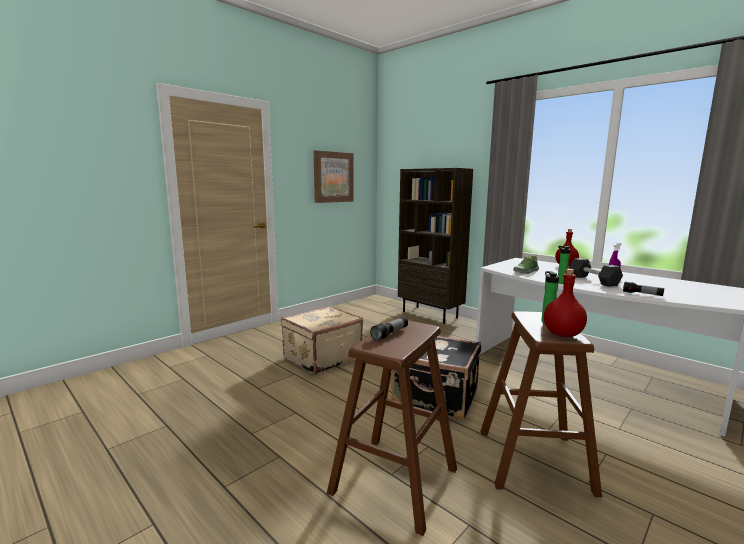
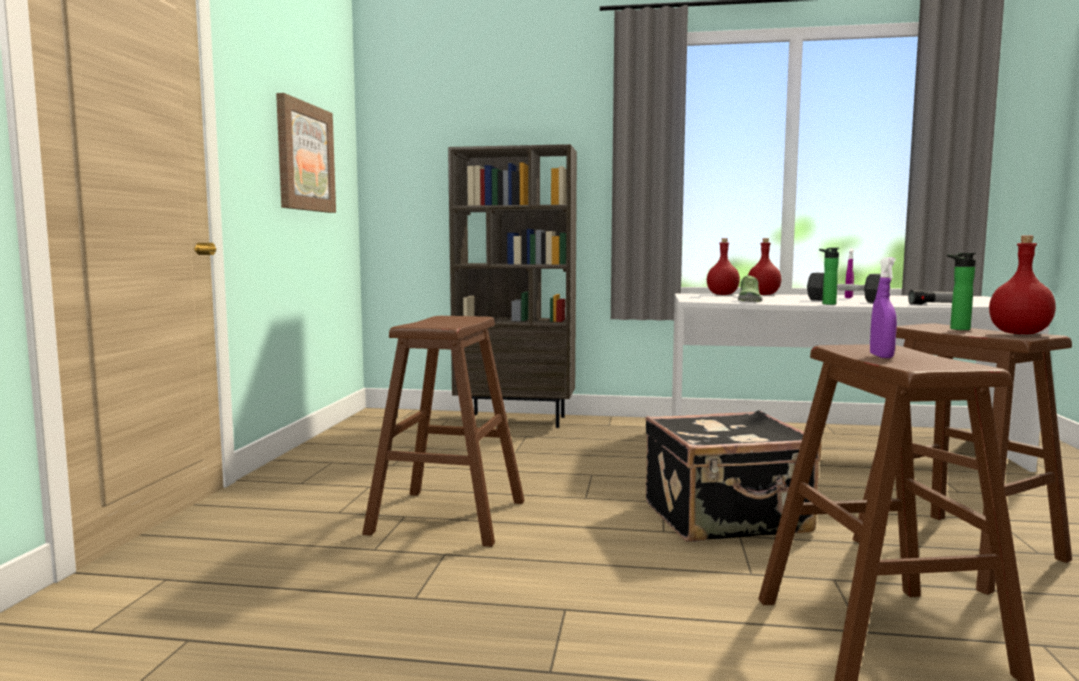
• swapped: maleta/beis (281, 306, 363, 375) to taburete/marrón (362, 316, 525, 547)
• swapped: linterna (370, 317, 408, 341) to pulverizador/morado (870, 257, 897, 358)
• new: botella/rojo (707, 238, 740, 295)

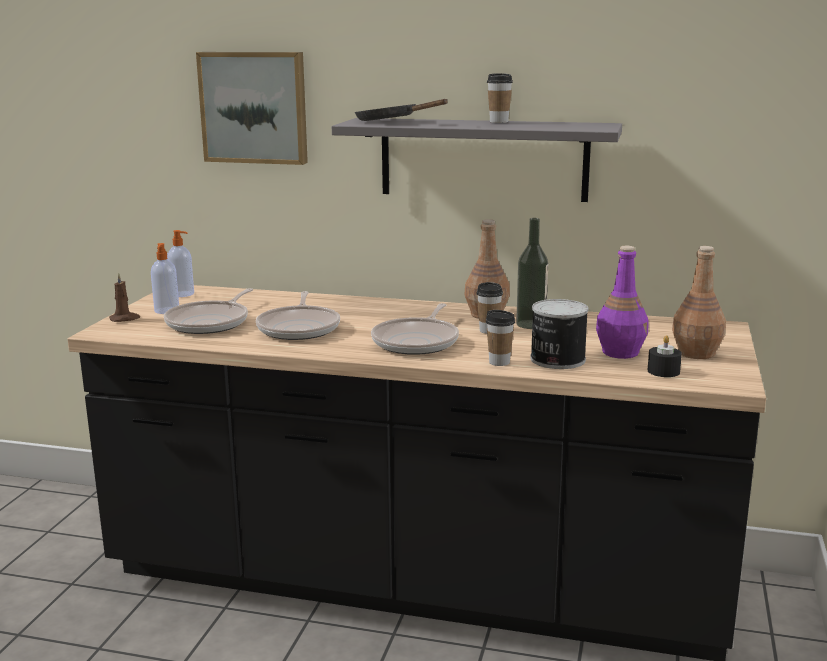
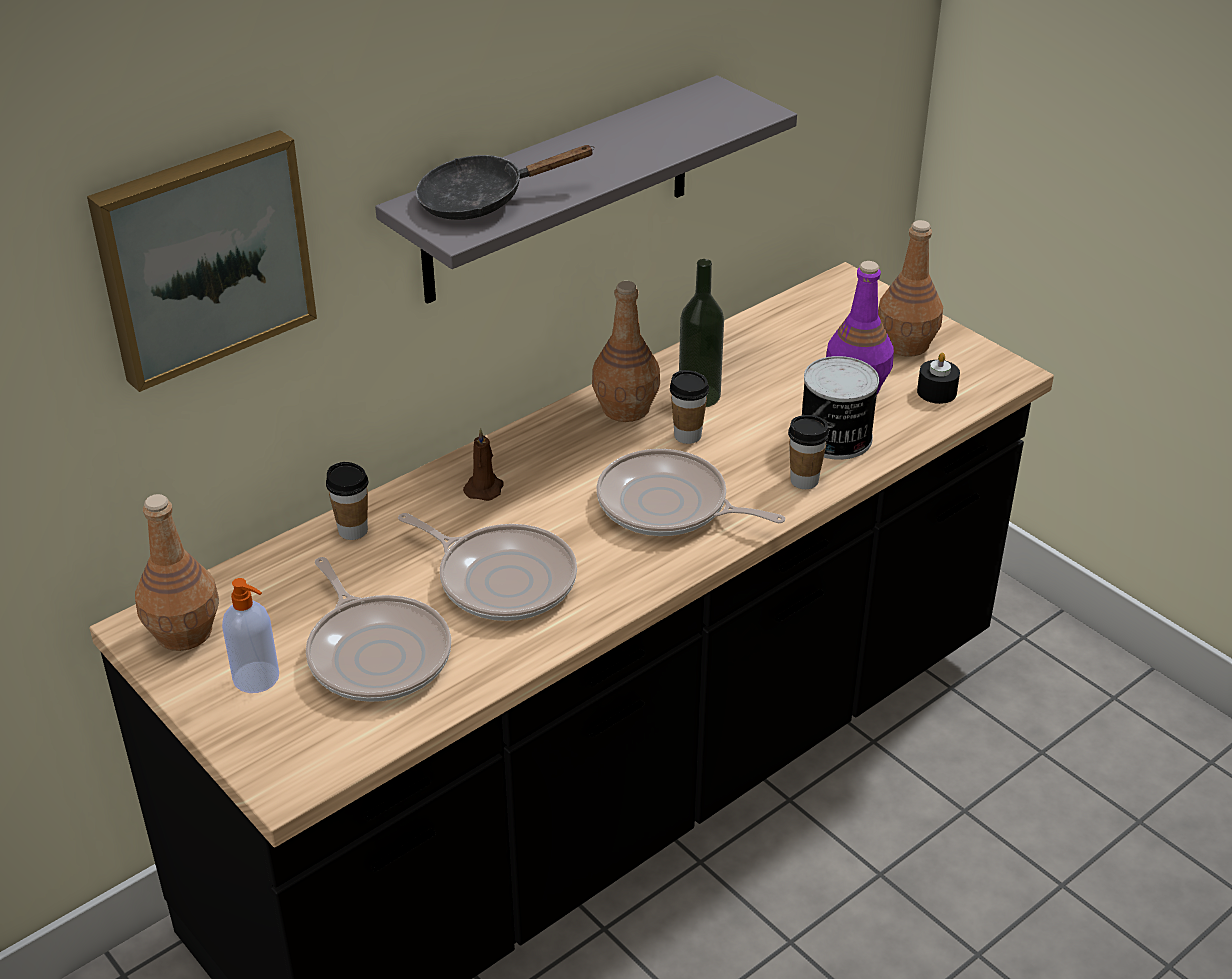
• shifted: vela/marrón (109, 273, 140, 322) to (463, 428, 504, 501)
• swapped: dispensador de jabón (167, 230, 194, 297) to botella/marrón (135, 494, 219, 651)
• rotated: sartén (371, 303, 459, 355) = (597, 449, 785, 536) 150 degrees clockwise
• shifted: taza (487, 73, 513, 123) to (326, 462, 368, 540)

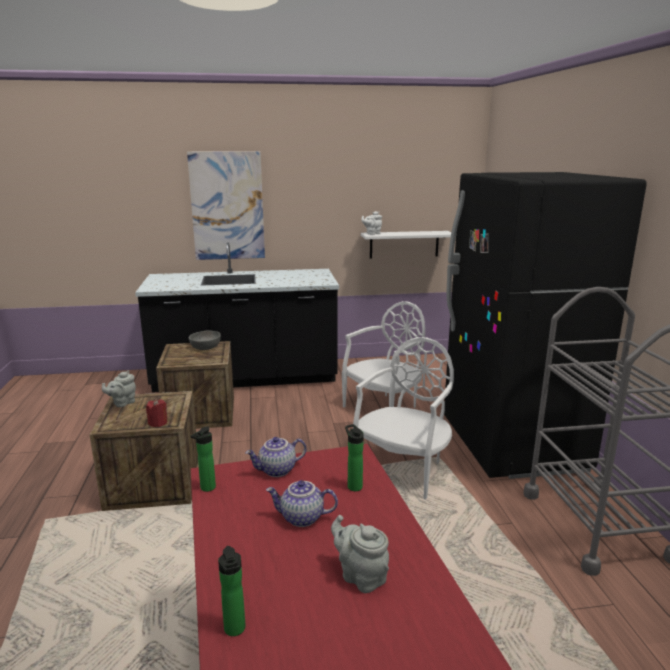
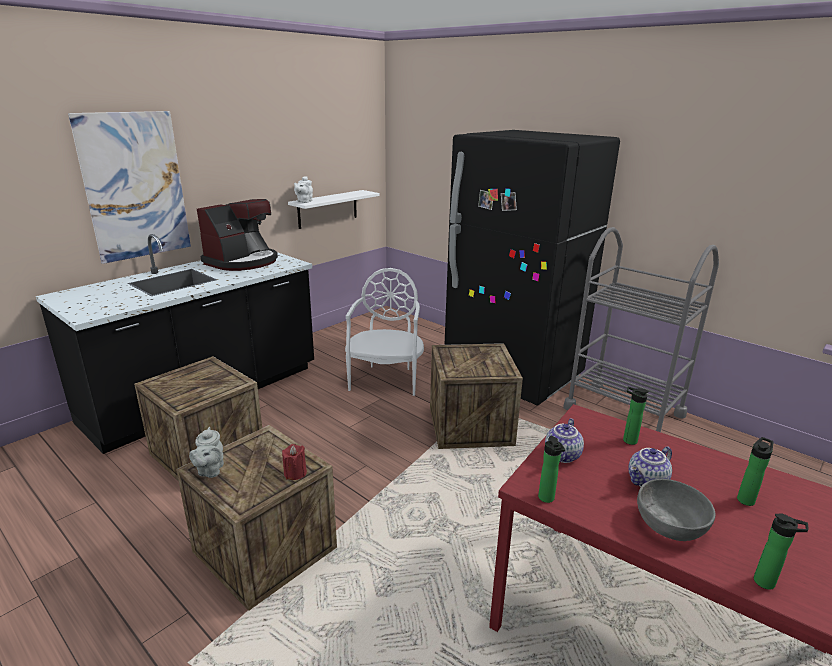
• shifted: cuenco/gris (189, 331, 221, 350) to (637, 479, 716, 541)
• swapped: tetera/gris (331, 515, 389, 593) to botella (737, 437, 773, 506)
• swapped: silla/blanco (353, 337, 454, 500) to caja de embalaje (430, 343, 523, 449)
• new: cafetera (197, 199, 278, 271)

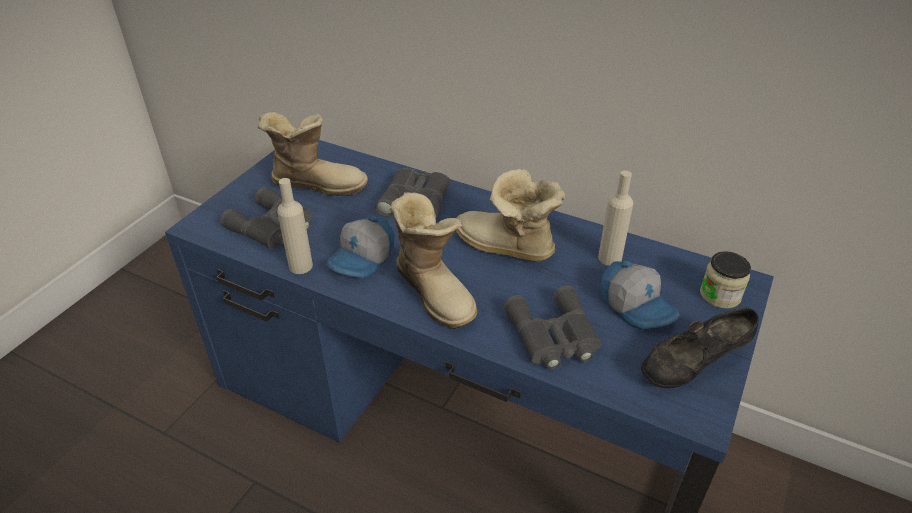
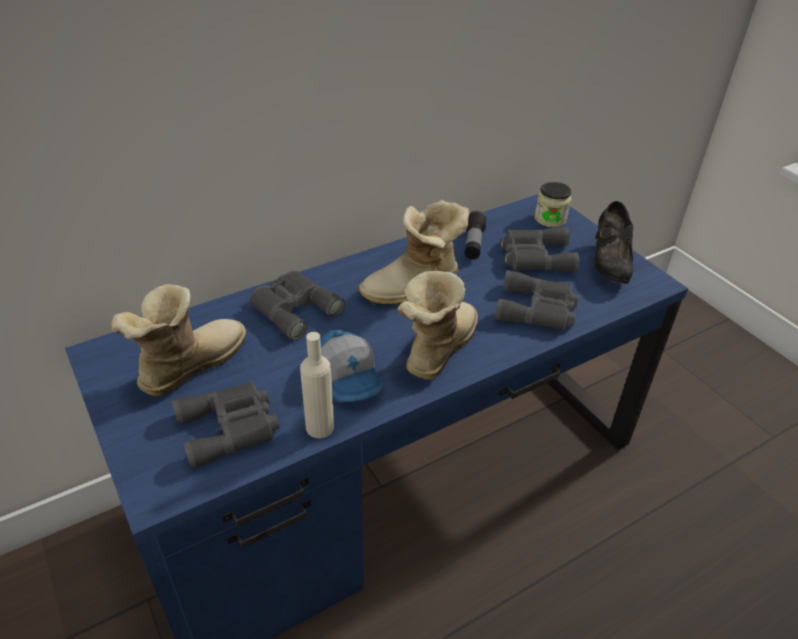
• rotated: bota (390, 192, 477, 329) = (397, 271, 478, 380) 60 degrees counterclockwise
• swapped: botella/beis (598, 170, 633, 266) to linterna (465, 211, 487, 259)
• swapped: gorra (601, 261, 680, 330) to prismáticos/gris (500, 227, 580, 272)

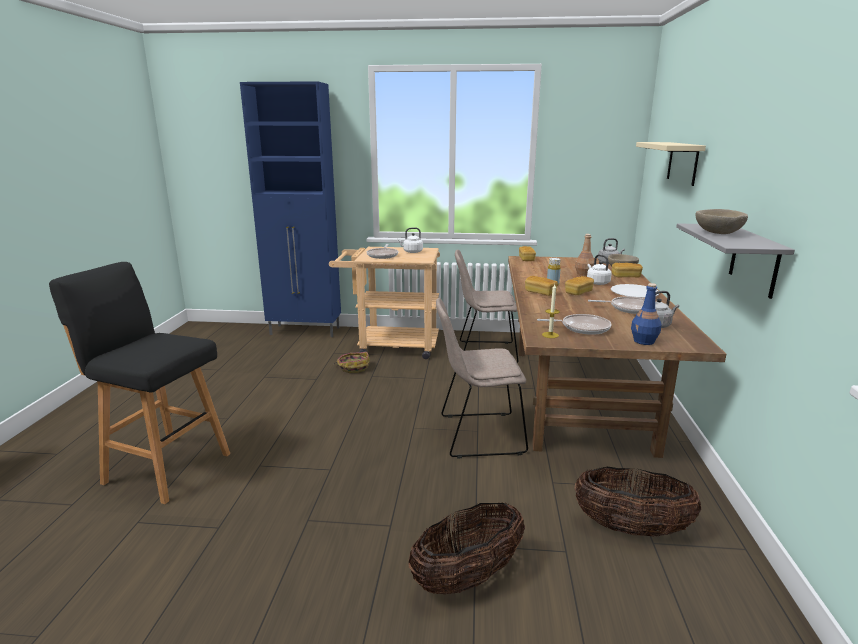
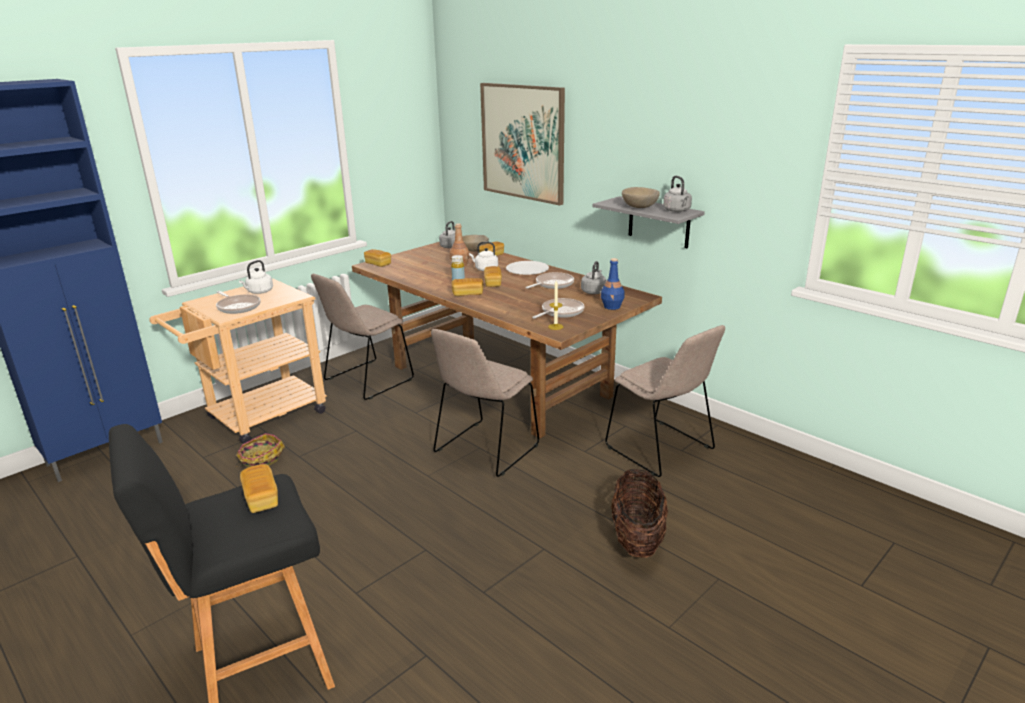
• swapped: cesta (575, 467, 701, 537) to silla/beis (605, 325, 725, 477)
• swapped: estante/beis (636, 142, 706, 186) to cuadro (480, 83, 565, 206)
• new: pan (240, 464, 278, 513)
• new: hervidor/gris (663, 176, 692, 212)

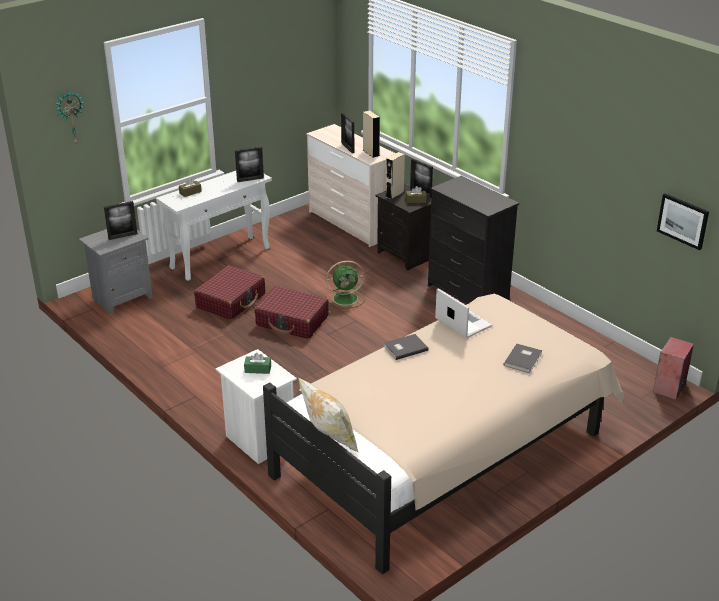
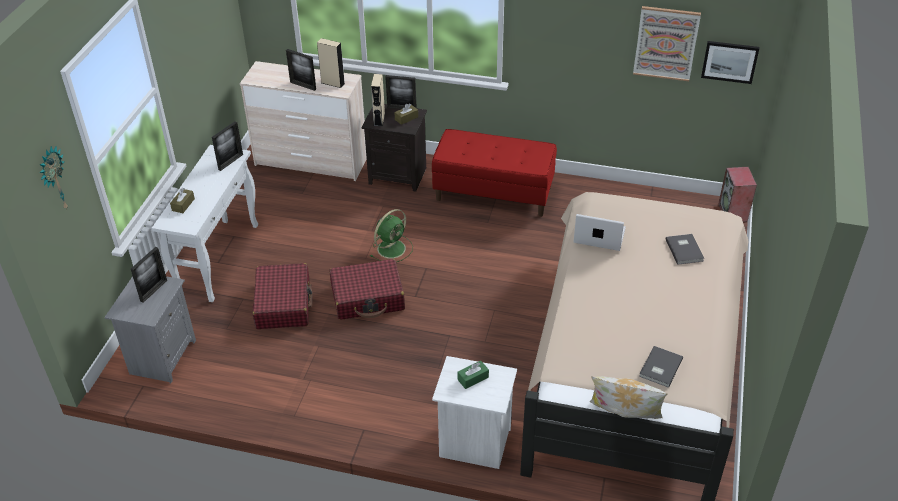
• shifted: libro/gris (383, 334, 428, 360) to (639, 346, 683, 388)
• swapped: cómoda/negro (428, 176, 519, 304) to banco/rojo (432, 129, 557, 217)
• new: cuadro (633, 6, 701, 81)

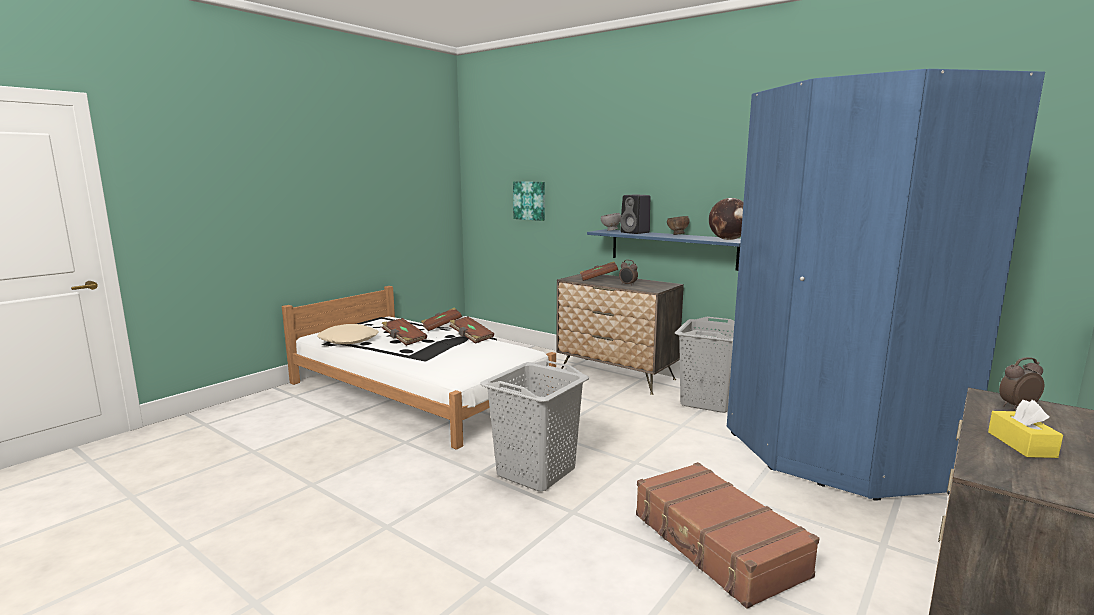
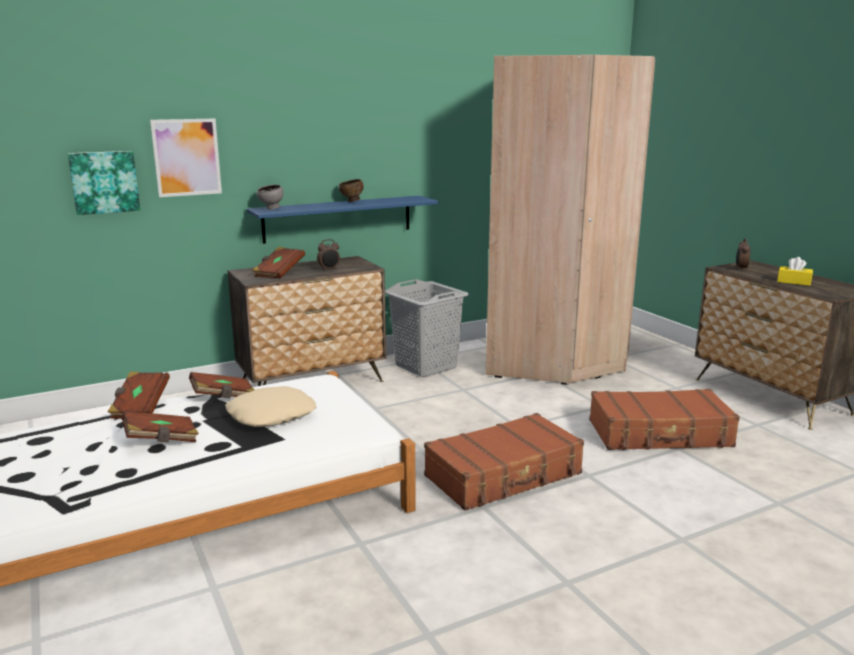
• shifted: cojín/beis (318, 324, 379, 344) to (225, 386, 317, 427)
• swapped: cesto de la ropa/gris (480, 360, 589, 491) to maleta/marrón (424, 413, 584, 511)
• gone: altavoz/negro (620, 194, 650, 234)
• gone: globo terráqueo (709, 198, 743, 240)
• repainted: armario ropero/azul (727, 69, 1045, 501) to armario ropero/beis (486, 55, 656, 385)
• new: cuadro (150, 119, 222, 197)

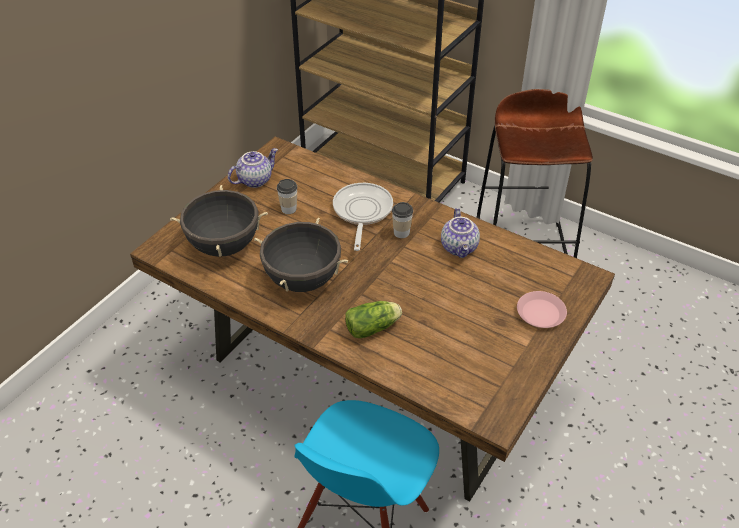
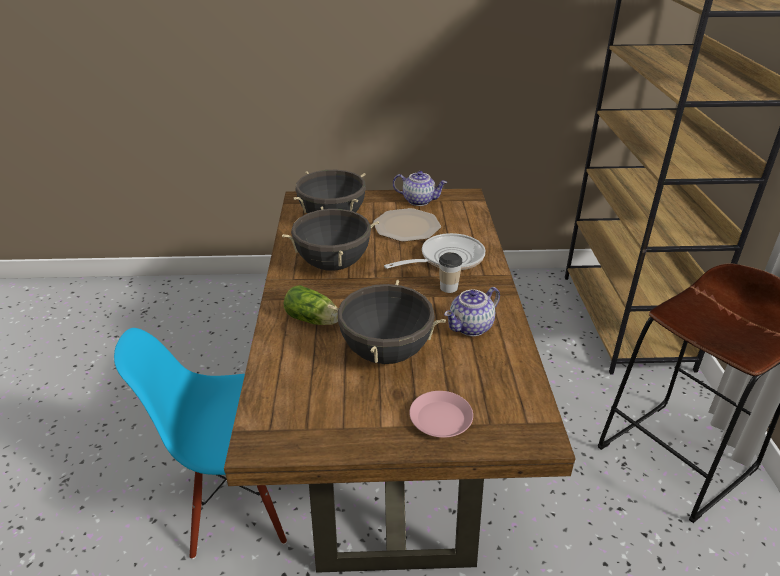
• swapped: taza (277, 179, 297, 214) to plato (373, 208, 441, 242)
• new: olla/negro (328, 280, 446, 364)

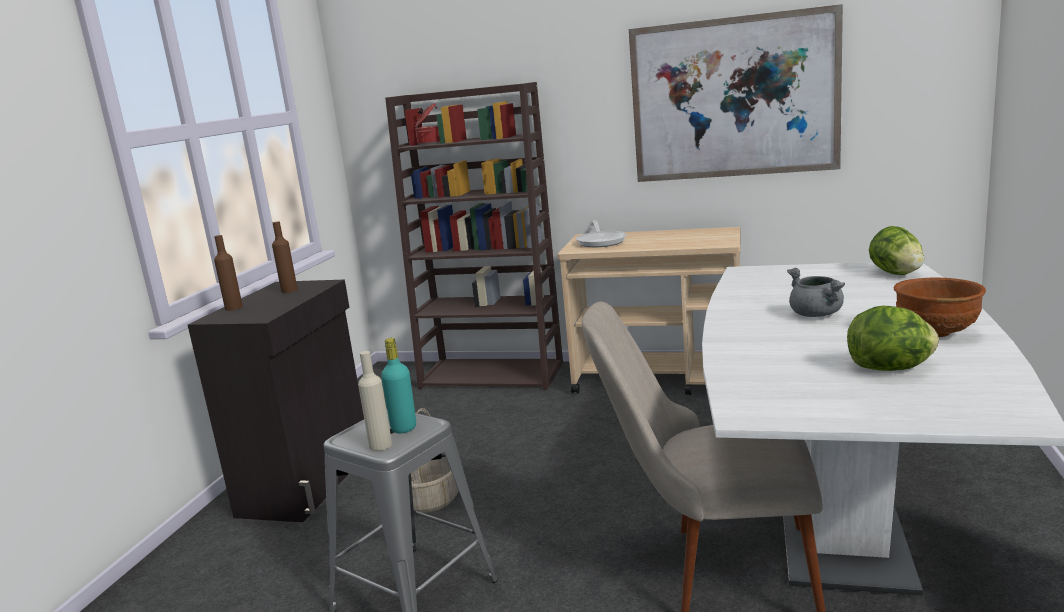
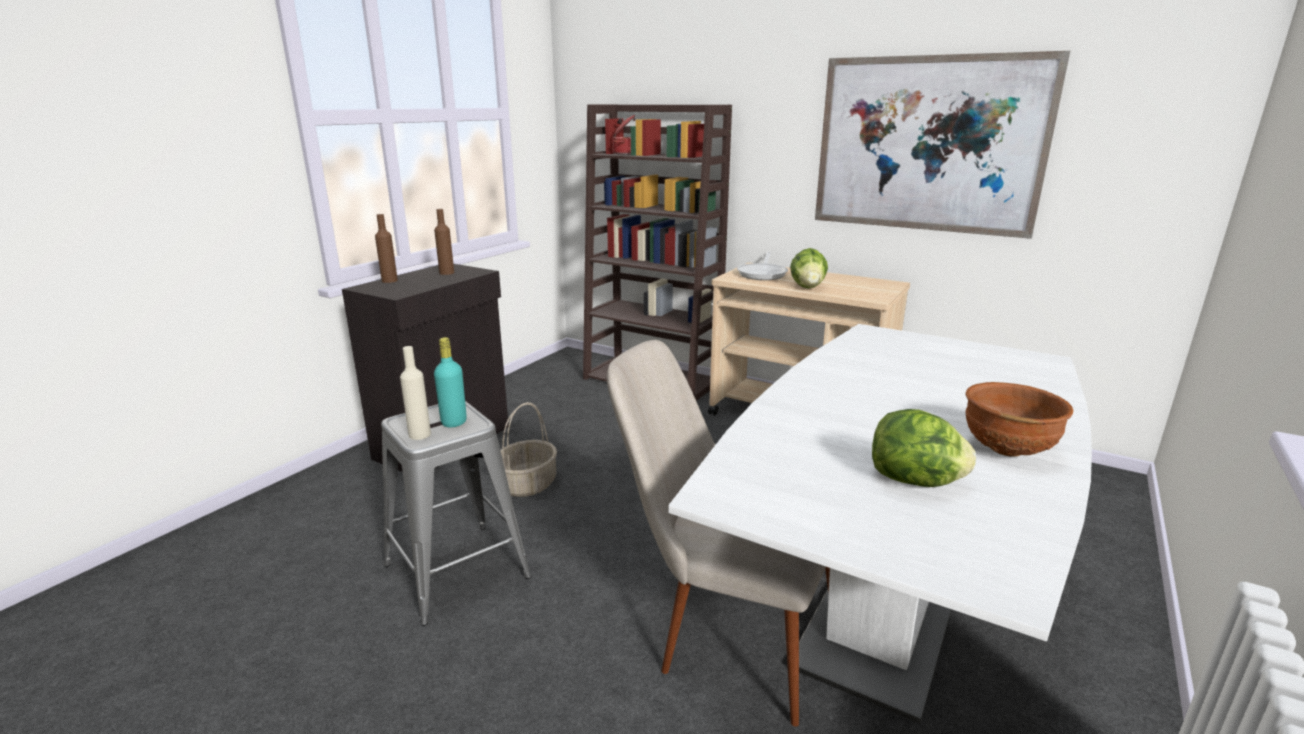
• gone: olla/gris (787, 268, 845, 317)
• shifted: lechuga (869, 226, 924, 275) to (790, 248, 828, 289)

